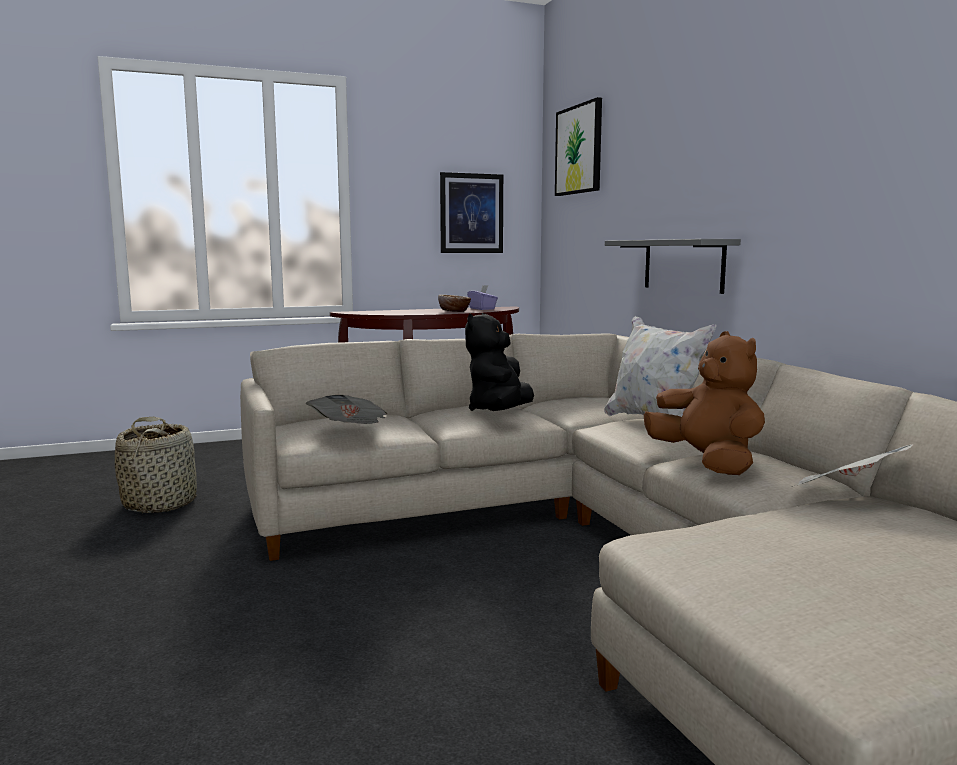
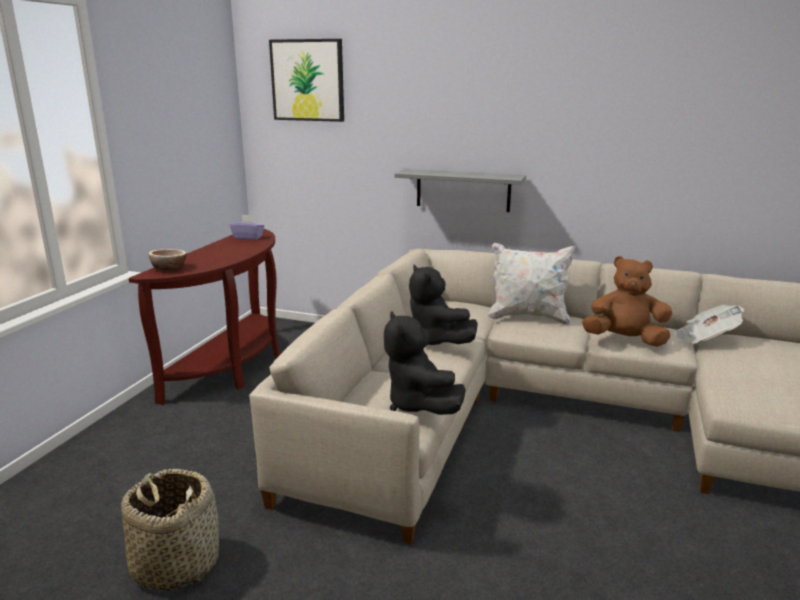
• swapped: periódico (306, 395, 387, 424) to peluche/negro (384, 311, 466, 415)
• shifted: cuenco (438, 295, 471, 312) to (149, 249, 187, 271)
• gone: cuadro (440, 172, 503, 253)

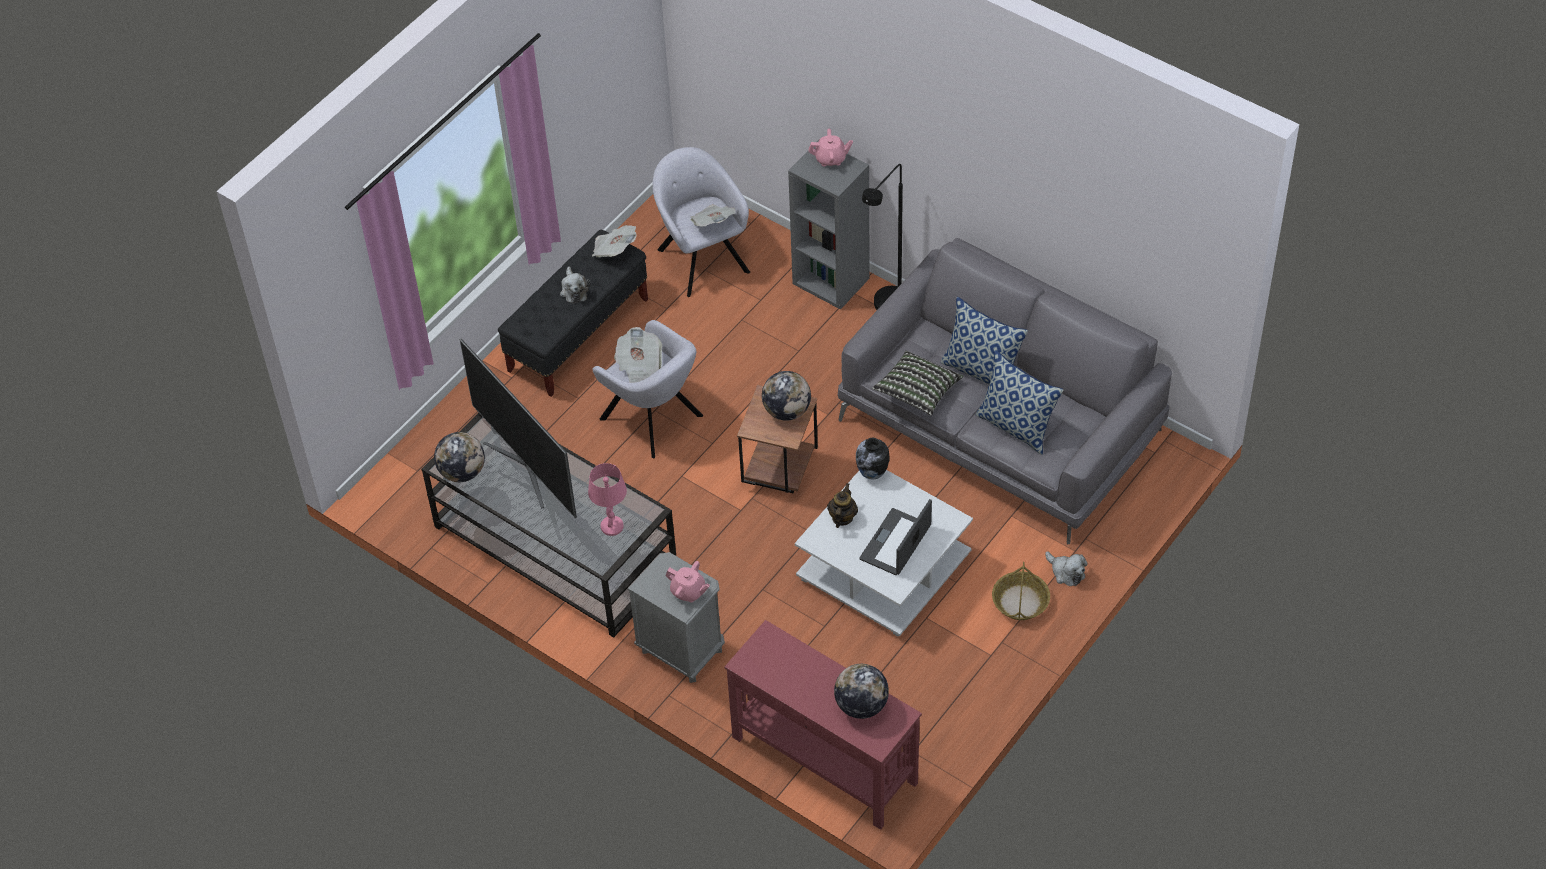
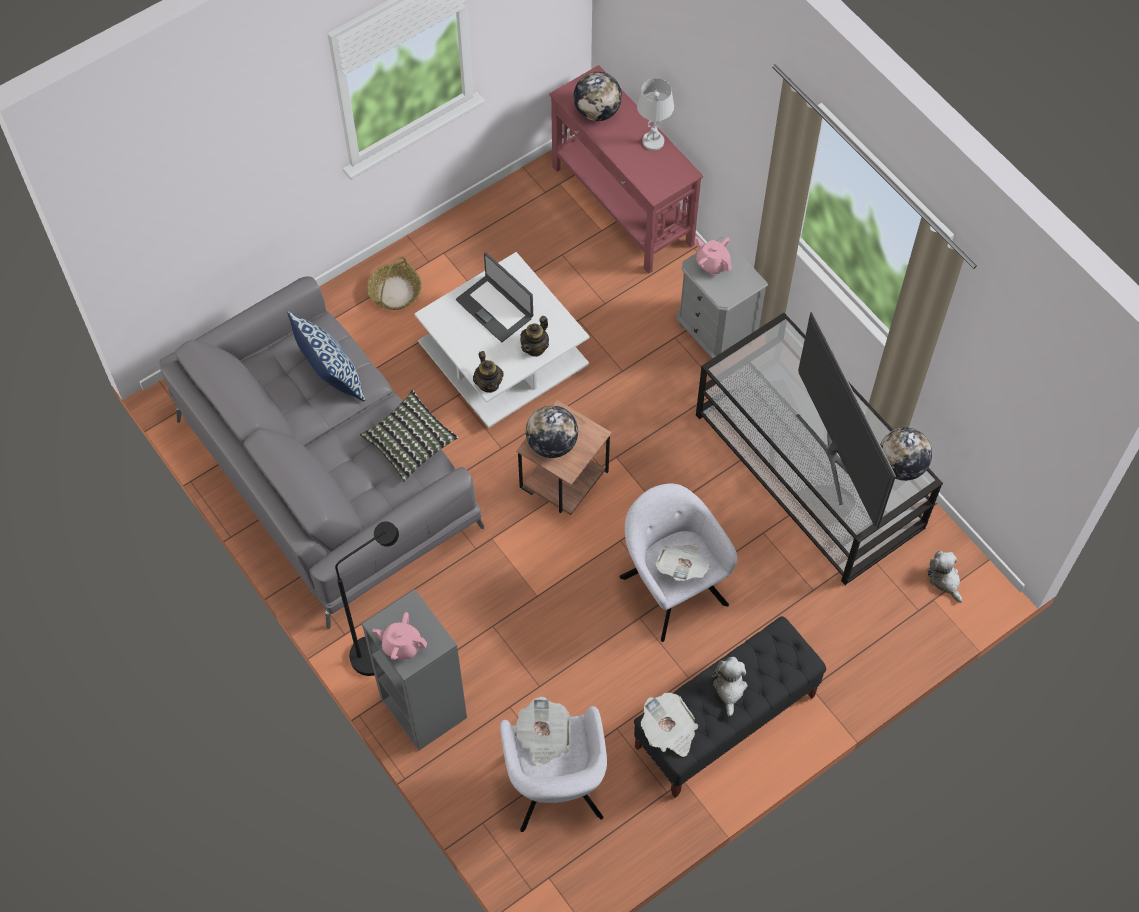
• gone: lámpara de mesa/rosa (588, 463, 627, 536)
• swapped: florero (856, 438, 890, 479) to tetera (473, 351, 504, 393)
• rotated: portátil (859, 499, 932, 575) = (456, 252, 533, 342) 90 degrees clockwise
• gone: cojín (941, 297, 1028, 384)
• shifted: peluche (1045, 551, 1087, 586) to (928, 551, 962, 603)
• new: lámpara de mesa/blanco (637, 78, 674, 151)

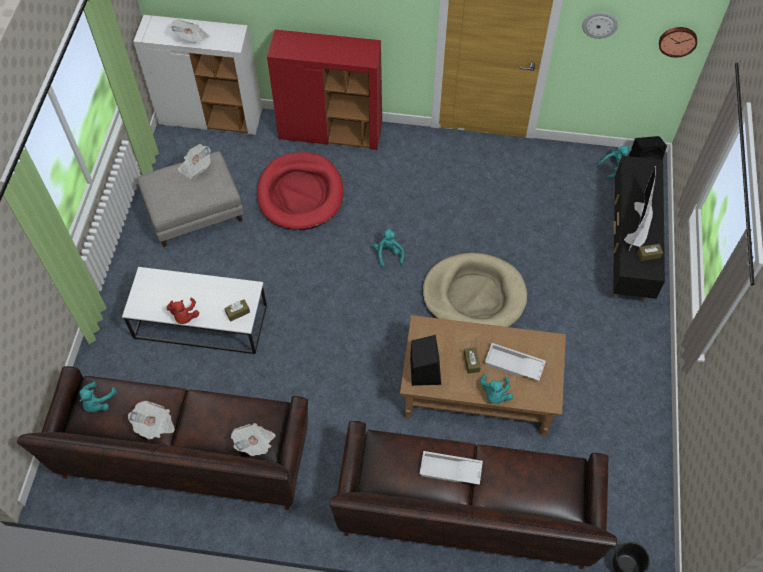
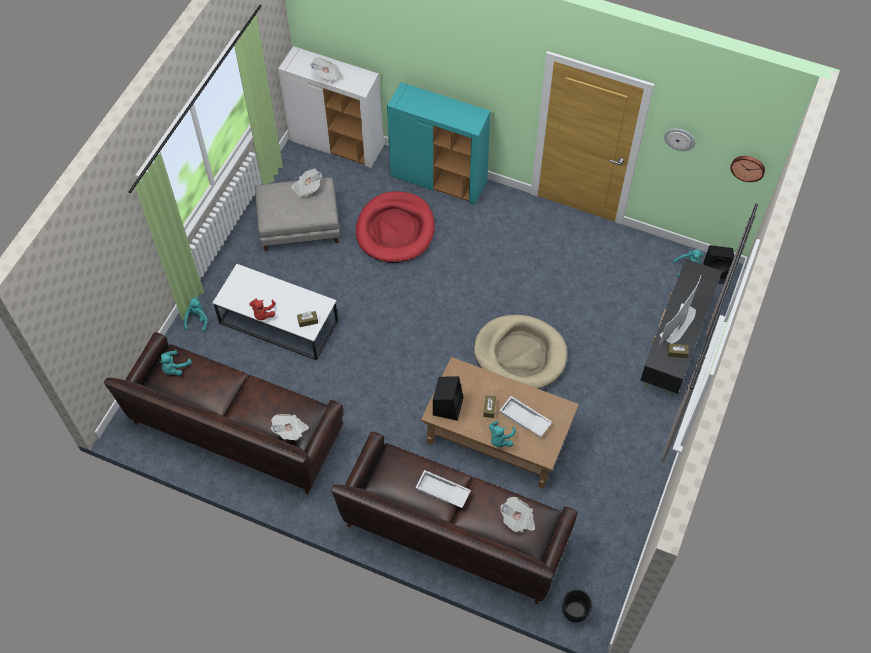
• shifted: periódico (128, 401, 175, 440) to (500, 497, 535, 532)
• repainted: armario/rojo (267, 30, 382, 150) to armario/turquesa (387, 82, 490, 205)
• shifted: peluche/turquesa (374, 228, 404, 267) to (184, 297, 207, 332)

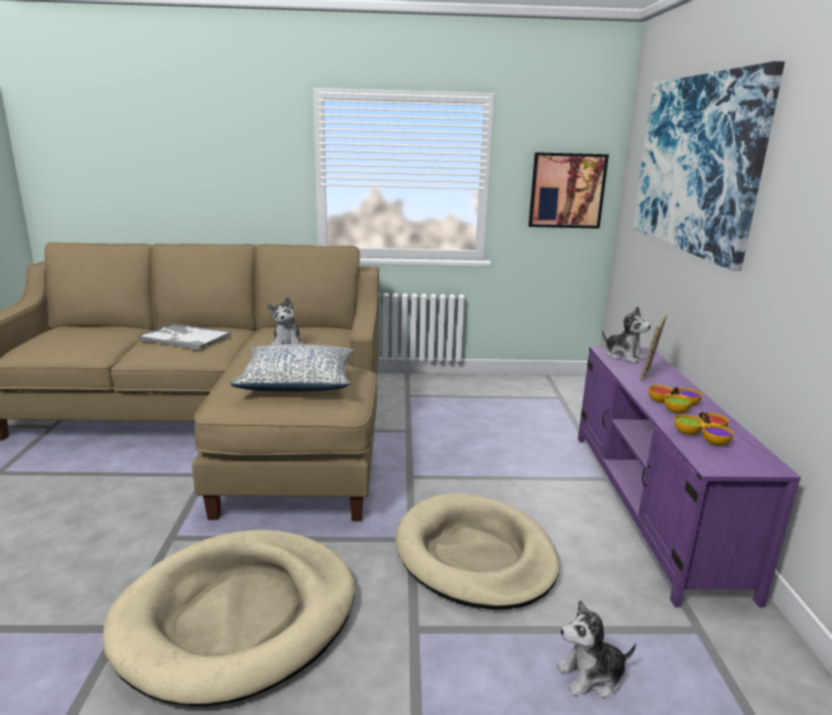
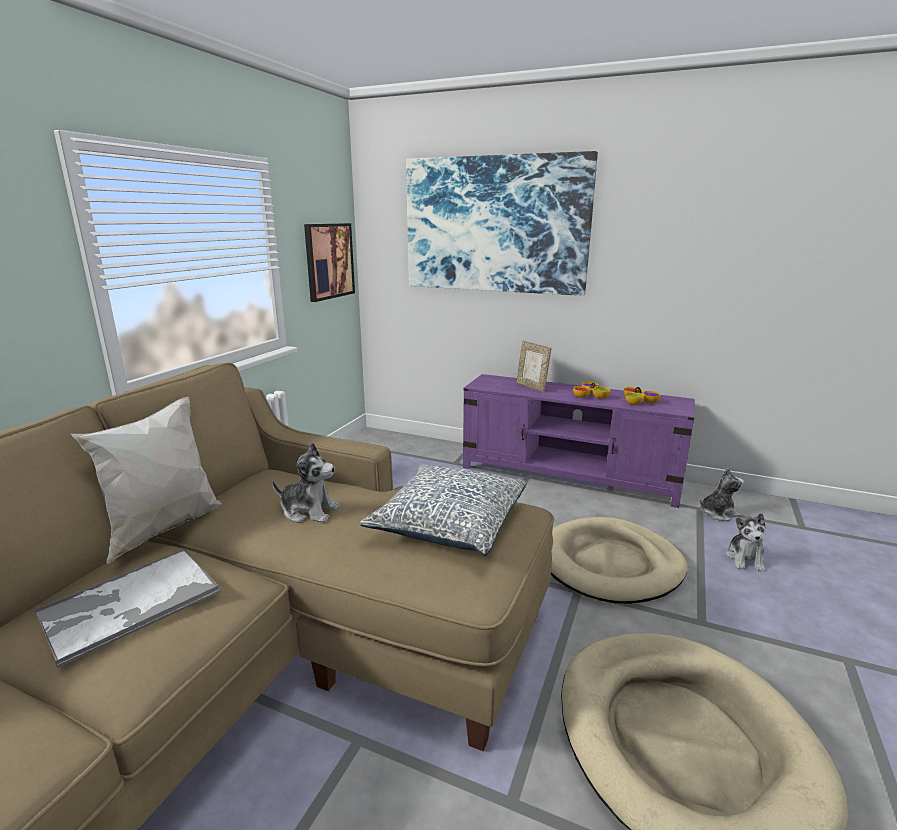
• shifted: peluche (602, 306, 651, 364) to (700, 468, 744, 521)
• new: cojín/blanco (71, 397, 222, 564)

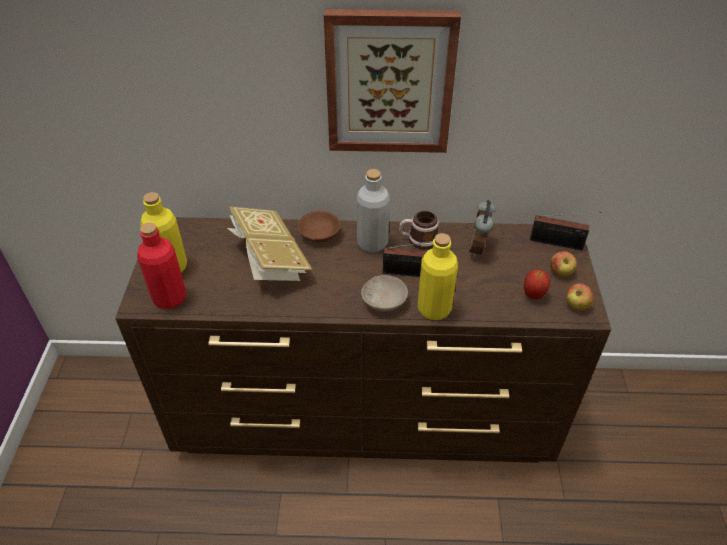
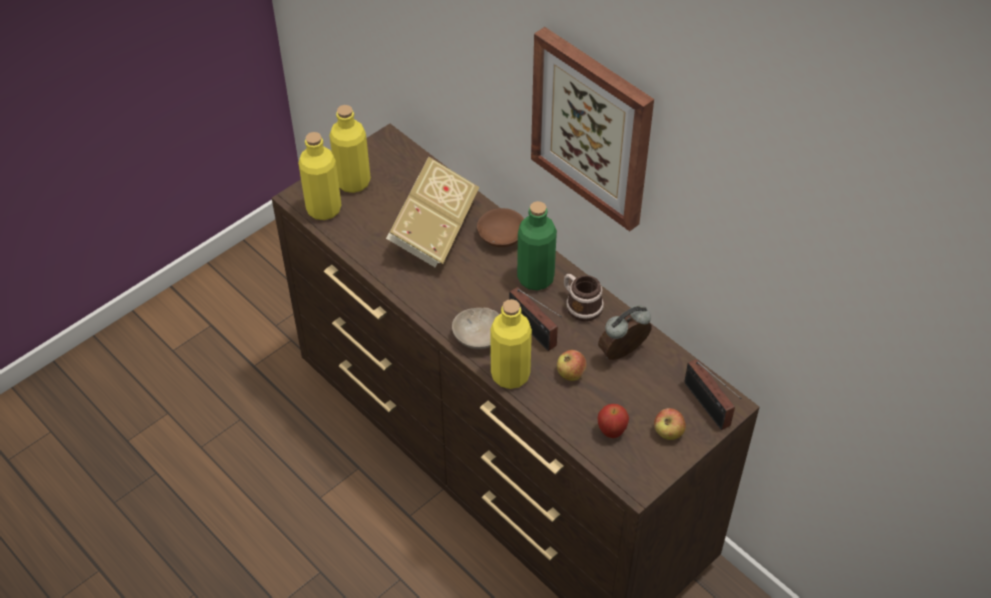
• repainted: botella/rojo (137, 223, 186, 309) to botella/amarillo (298, 132, 342, 220)
• repainted: botella/gris (357, 169, 390, 252) to botella/verde (517, 201, 557, 290)
• shifted: manzana (565, 283, 594, 310) to (557, 350, 586, 381)

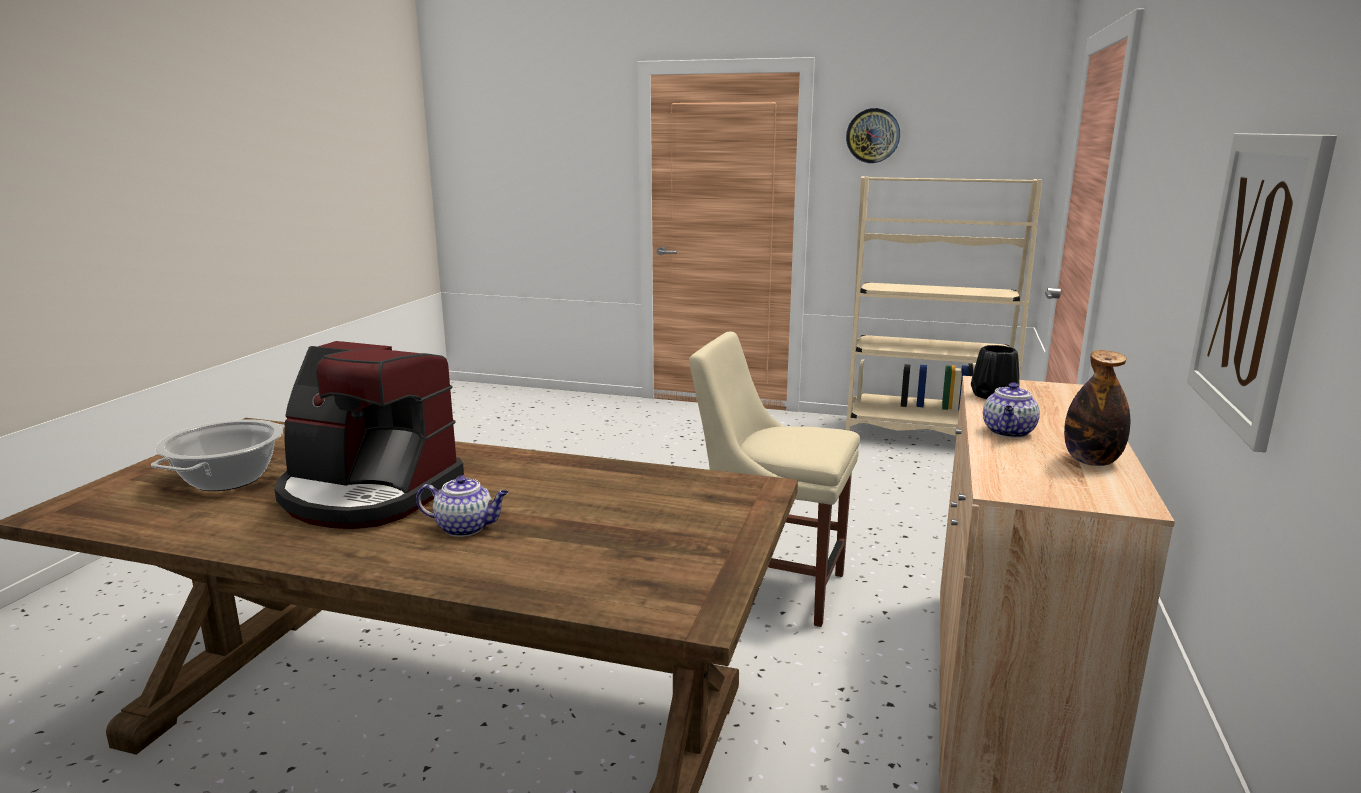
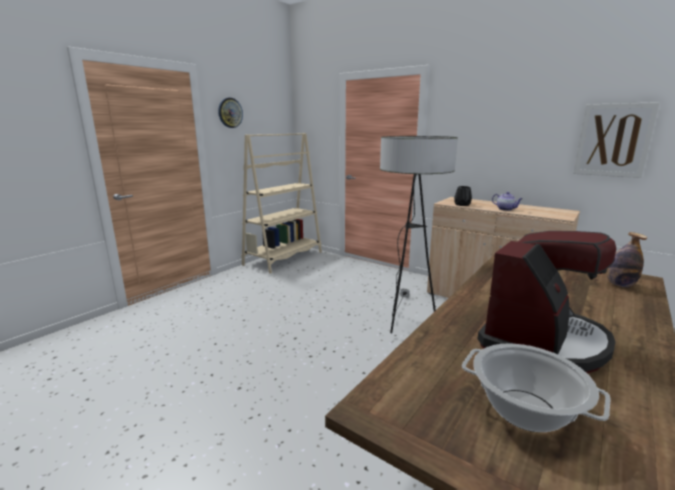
• gone: tetera (416, 476, 509, 537)
• swapped: silla/beis (689, 332, 860, 627) to lámpara de pie (380, 136, 458, 333)
• shifted: botella (1064, 350, 1130, 466) to (606, 232, 647, 287)

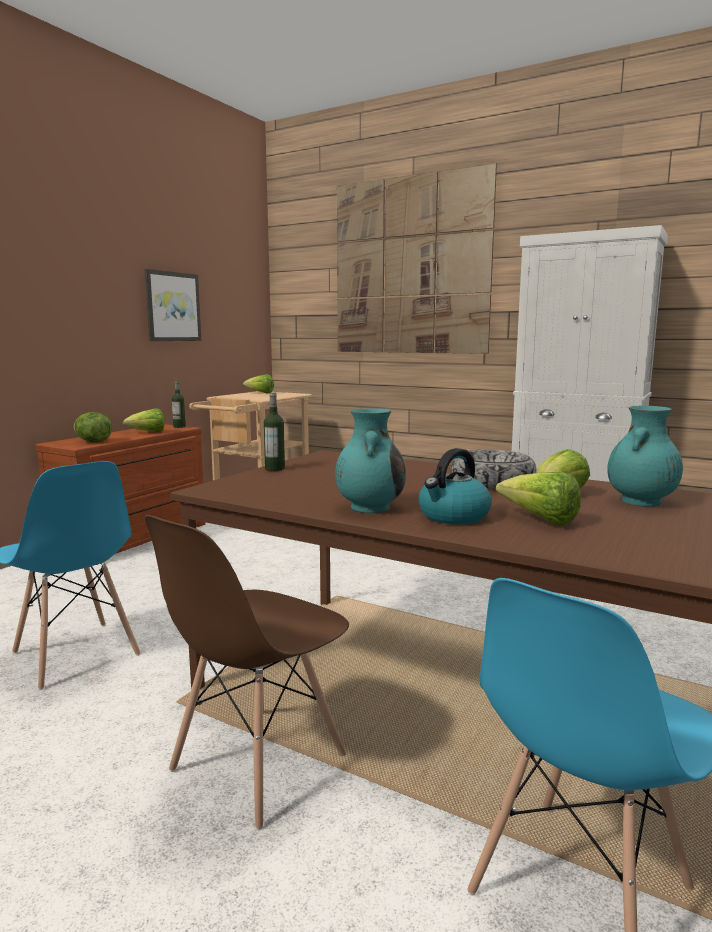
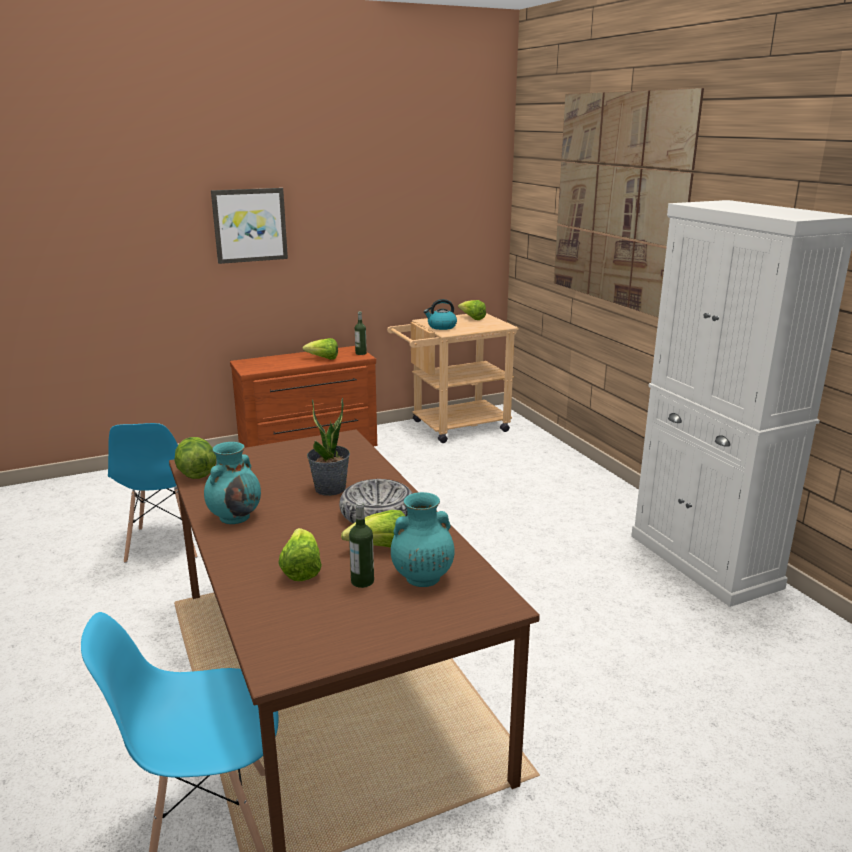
• shifted: lechuga (74, 412, 112, 442) to (174, 437, 216, 479)
• shifted: cuadro (144, 269, 201, 341) to (211, 188, 288, 264)
• gone: silla/marrón (145, 515, 349, 830)
• shifted: botella (264, 393, 285, 471) to (349, 502, 374, 588)
• shifted: hervidor (419, 448, 492, 524) to (424, 299, 457, 330)
• new: planta en maceta (307, 397, 350, 496)

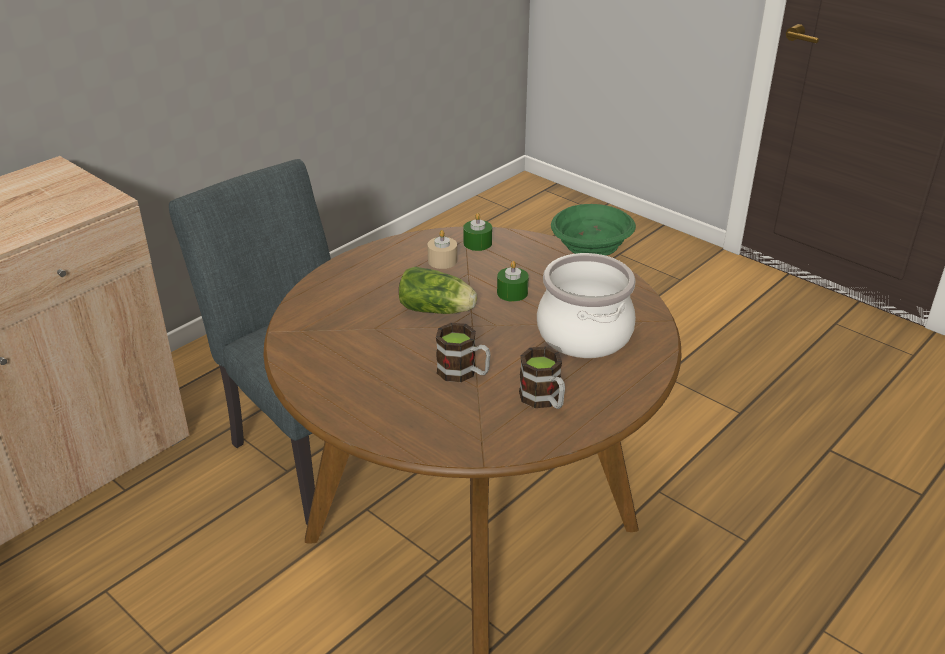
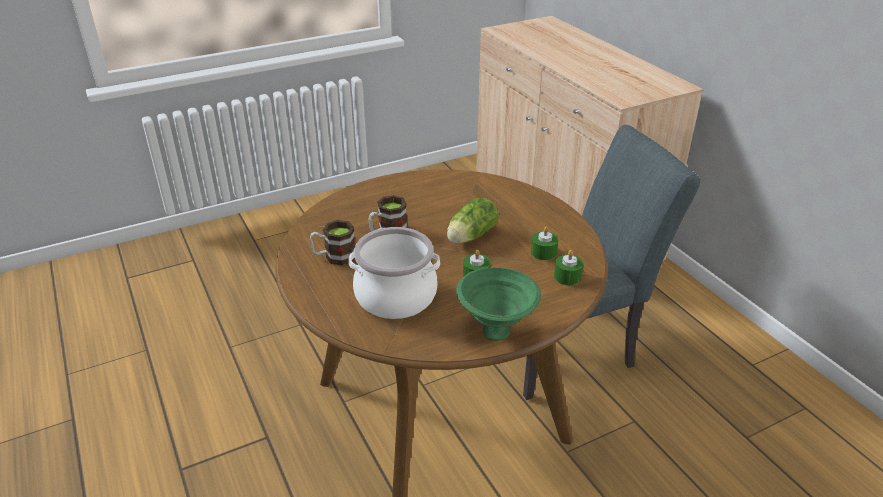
• repainted: vela/beis (427, 230, 457, 269) to vela/verde (531, 226, 558, 260)

